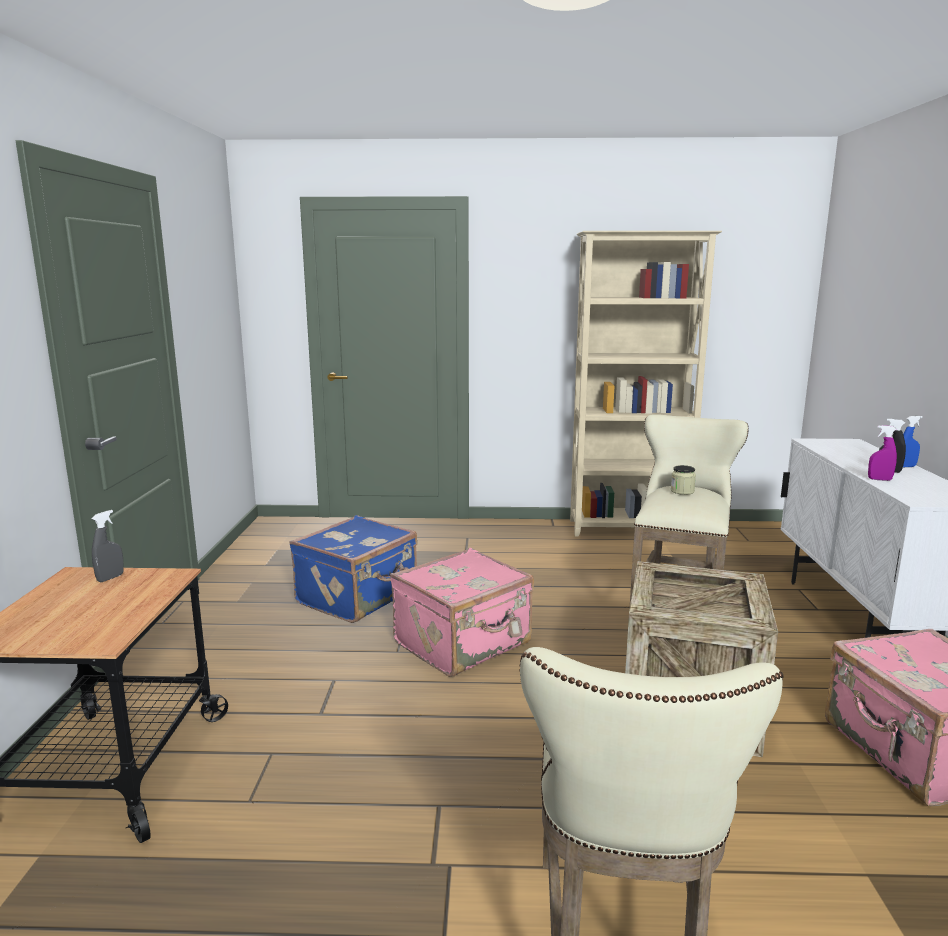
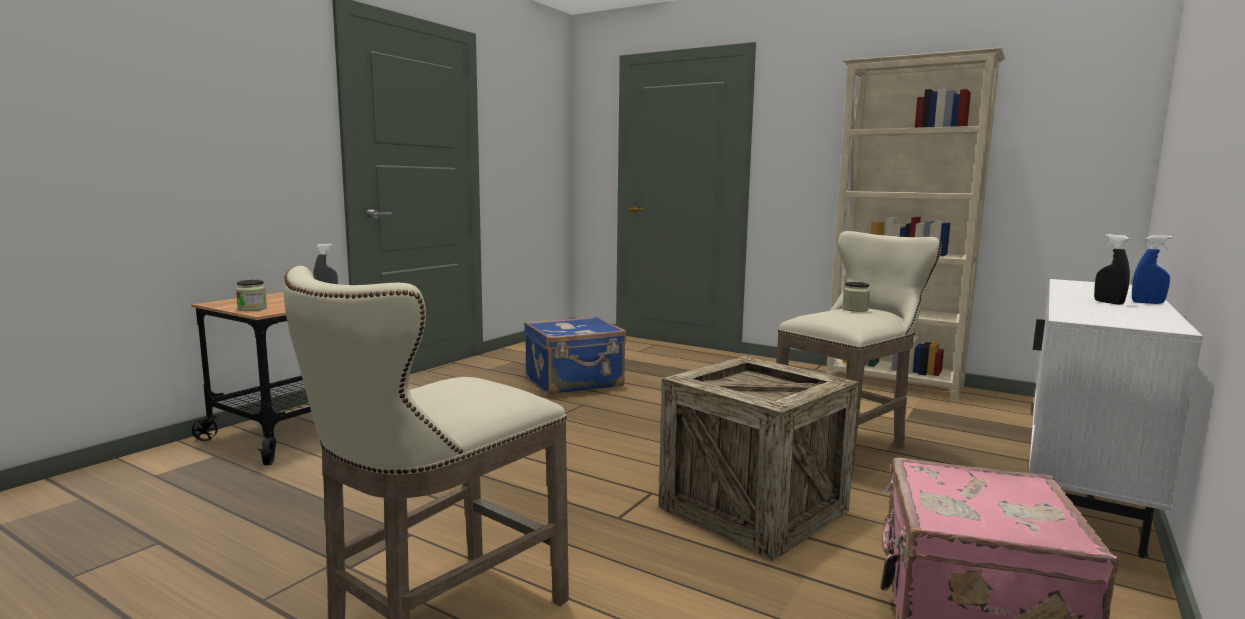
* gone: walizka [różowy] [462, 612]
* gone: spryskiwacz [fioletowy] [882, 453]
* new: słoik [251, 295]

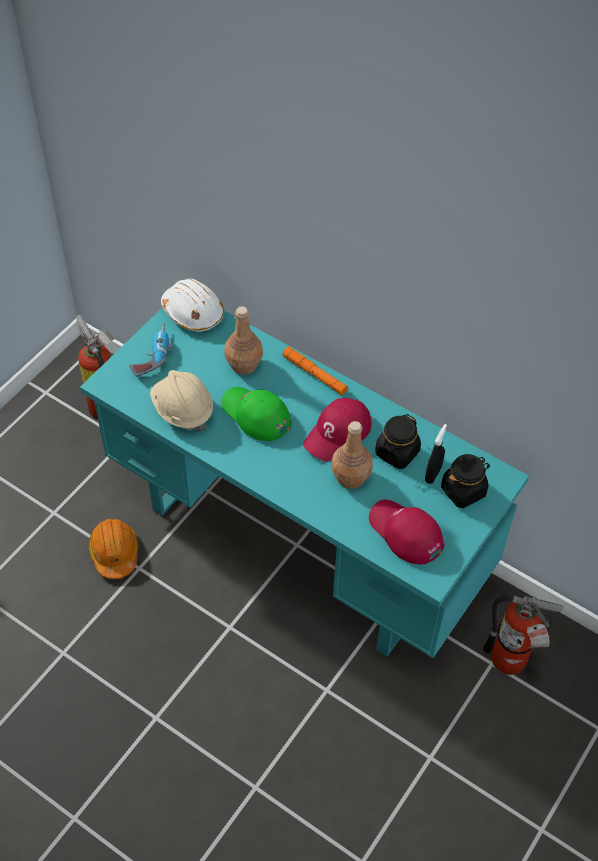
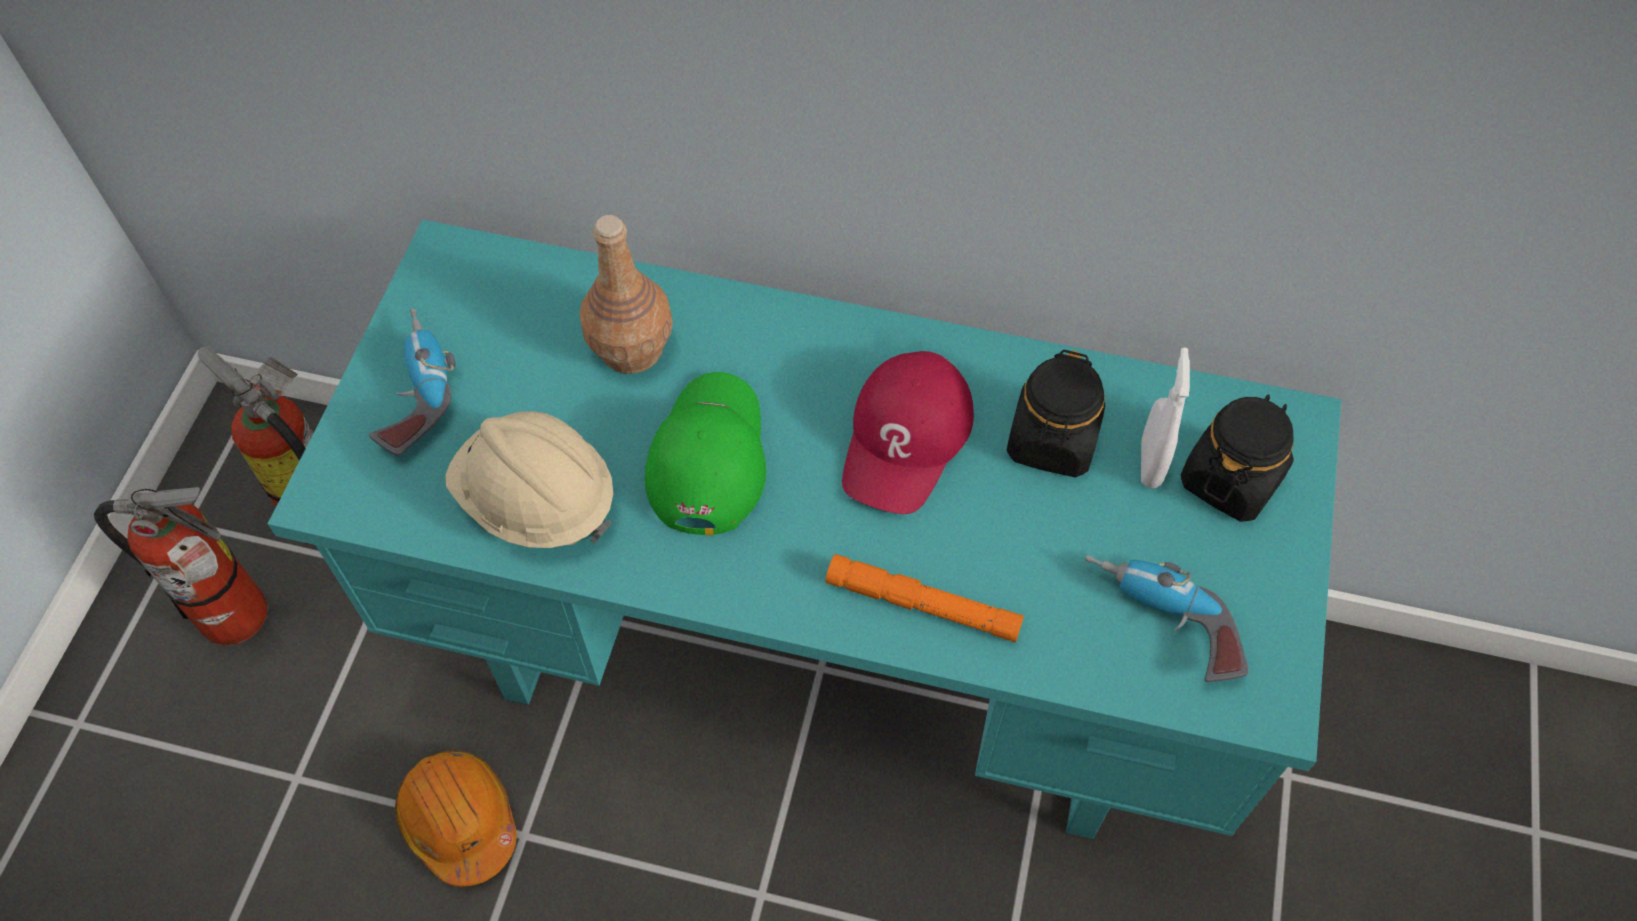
* gone: kask [biały] [192, 305]
* rotated: czapka z daszkiem [zielony] [256, 414] = [705, 453] 75 degrees clockwise
* shifted: latarka [pomarańczowy] [315, 370] to [925, 598]
* gone: butelka [brązowy] [352, 455]
* swapped: czapka z daszkiem [czerwony] [406, 532] to wiertarka [1167, 618]
* repainted: spryskiwacz [czarny] [436, 454] to spryskiwacz [biały] [1165, 418]
* shifted: gaśnica [523, 635] to [181, 566]

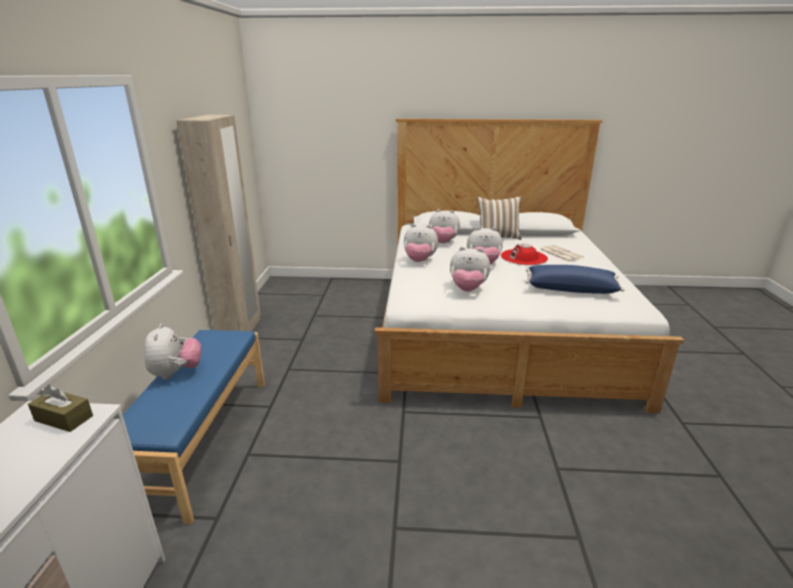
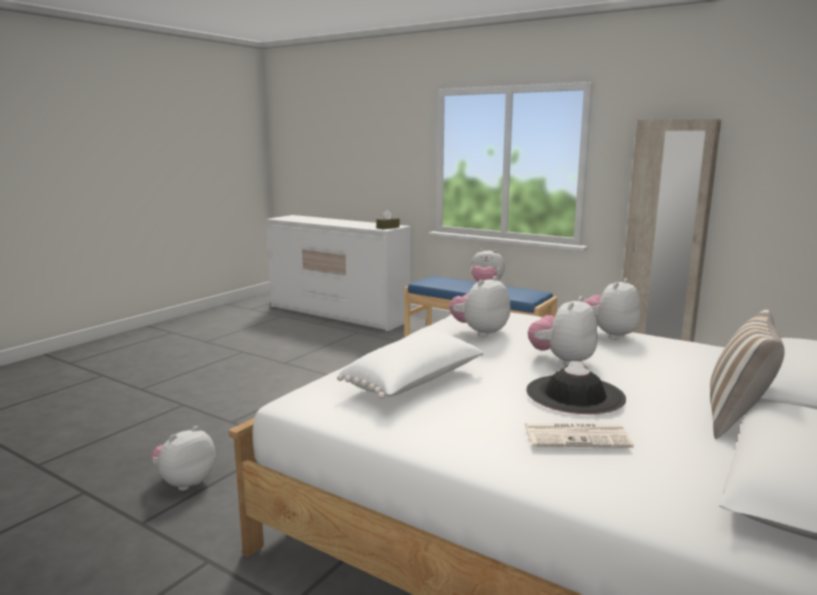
* shifted: pluszak [444, 226] to [183, 458]
* repainted: kapelusz [czerwony] [524, 254] to kapelusz [czarny] [576, 388]
* repainted: poduszka [niebieski] [575, 279] to poduszka [biały] [410, 365]

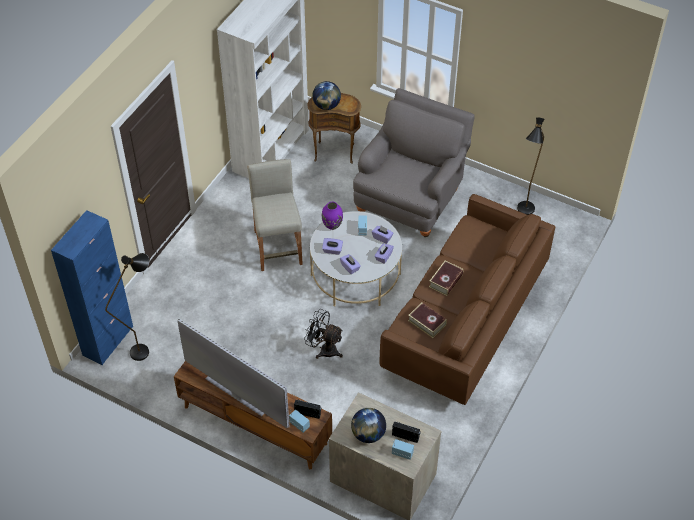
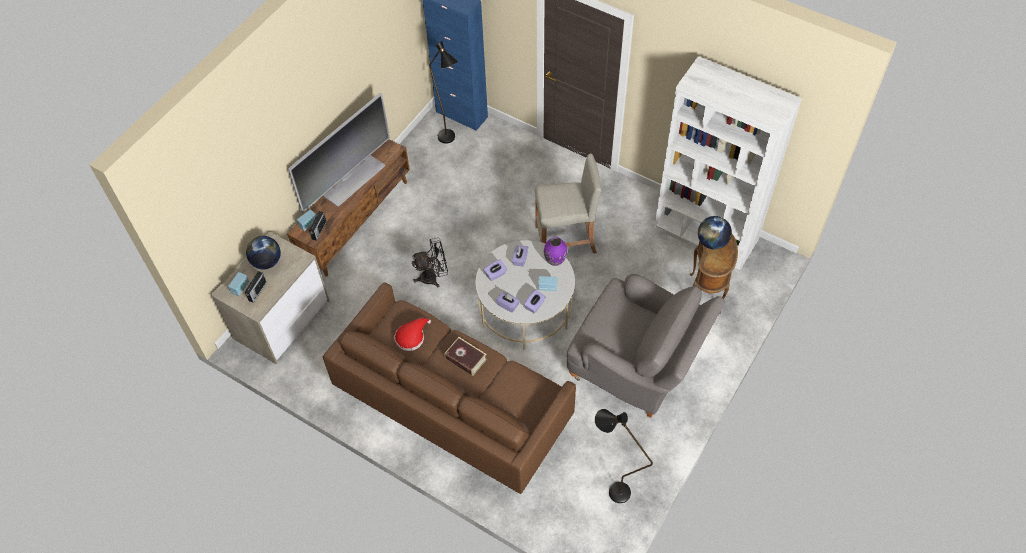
* rotated: wentylator [czarny] [323, 334] = [430, 262] 45 degrees clockwise
* swapped: książka [427, 320] to kapelusz [czerwony] [413, 334]

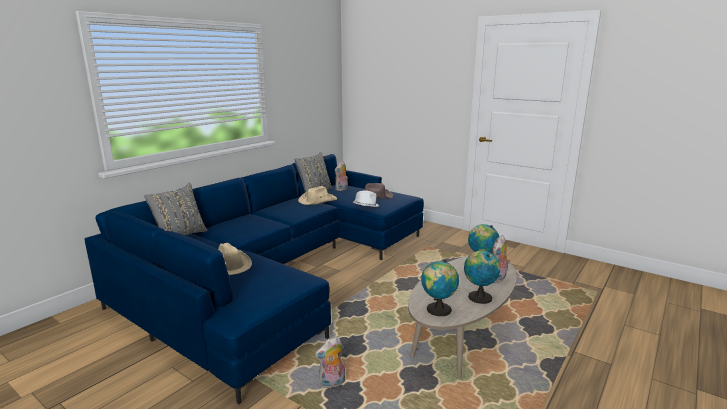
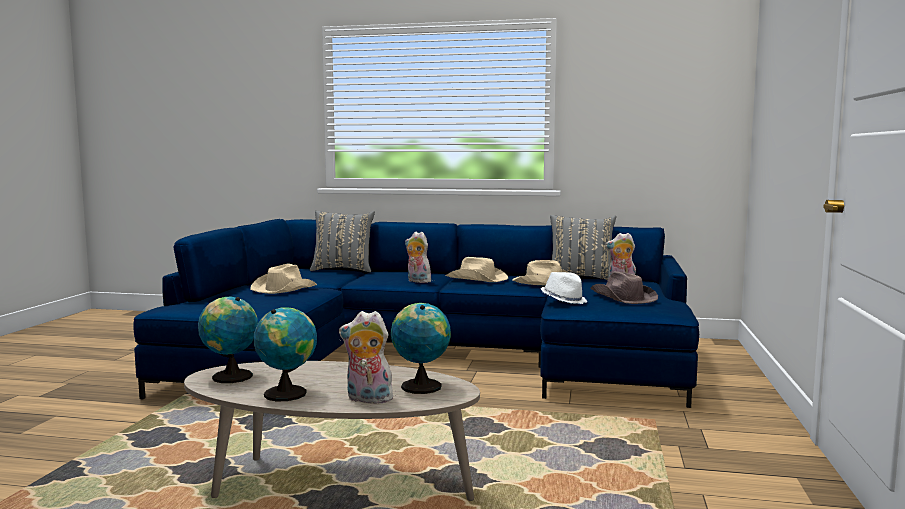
* shifted: pluszak [330, 362] to [418, 257]
* new: kapelusz [beżowy] [476, 269]

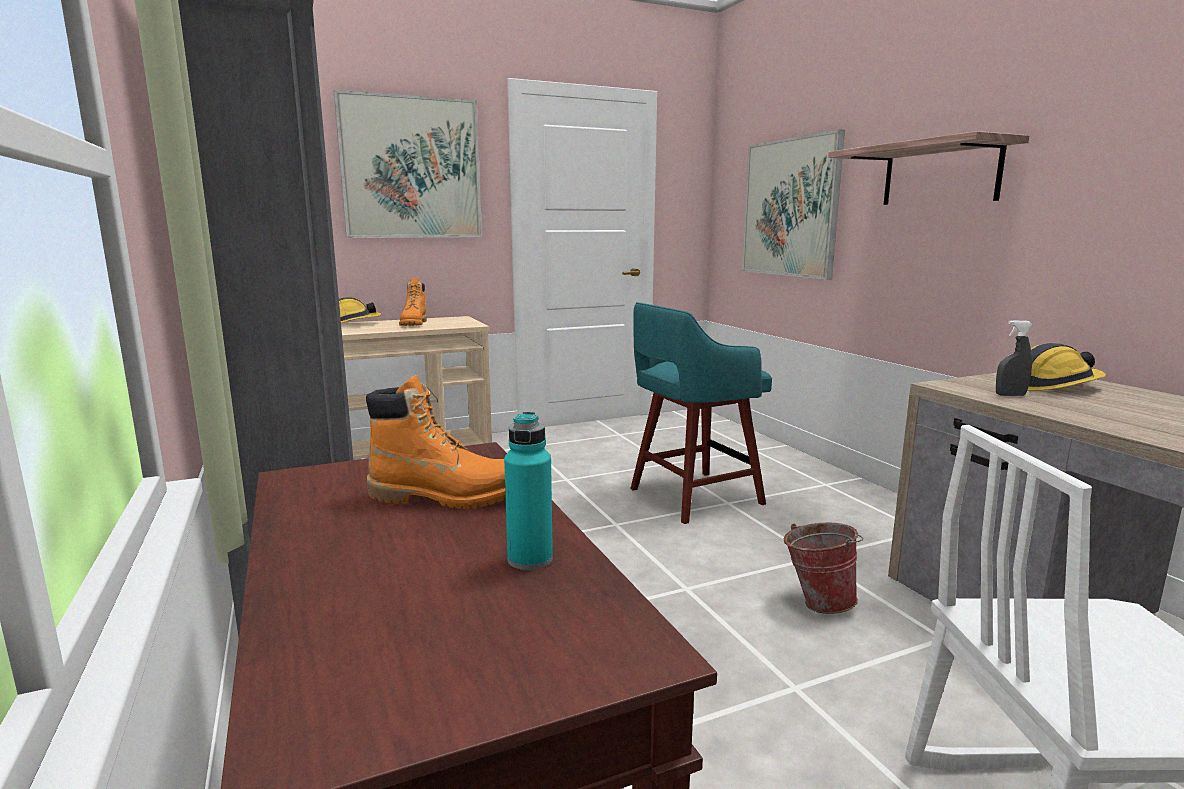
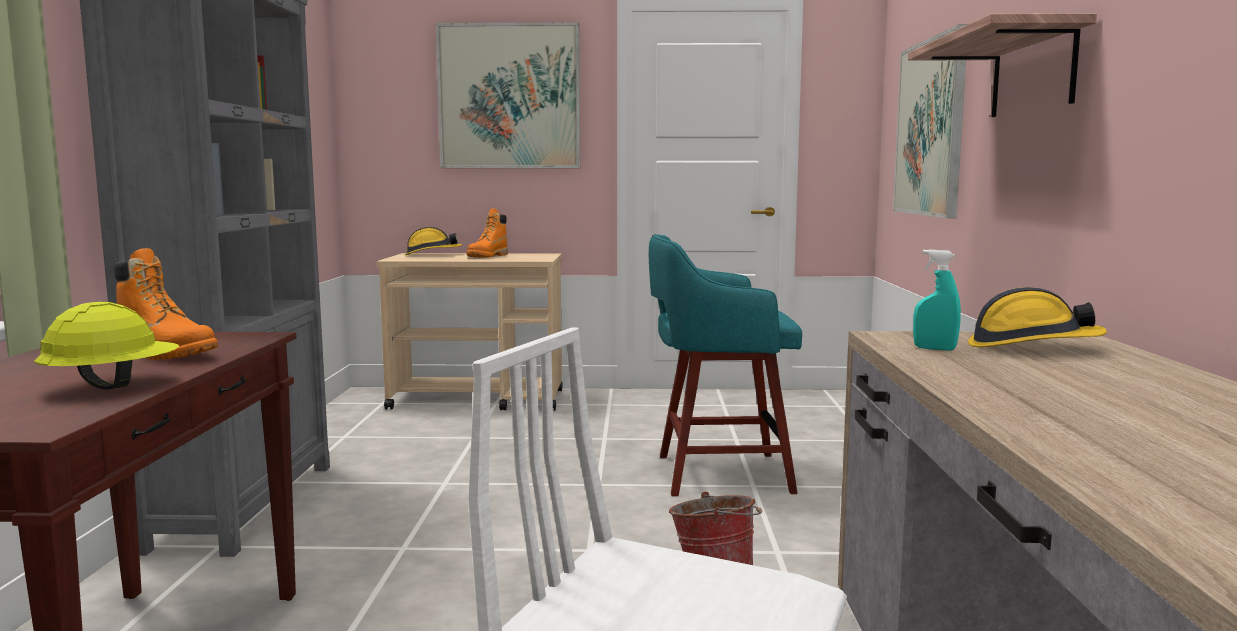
* swapped: butelka [turkusowy] [528, 491] to kask [żółty] [106, 346]
* repainted: spryskiwacz [szary] [1014, 358] to spryskiwacz [turkusowy] [937, 300]

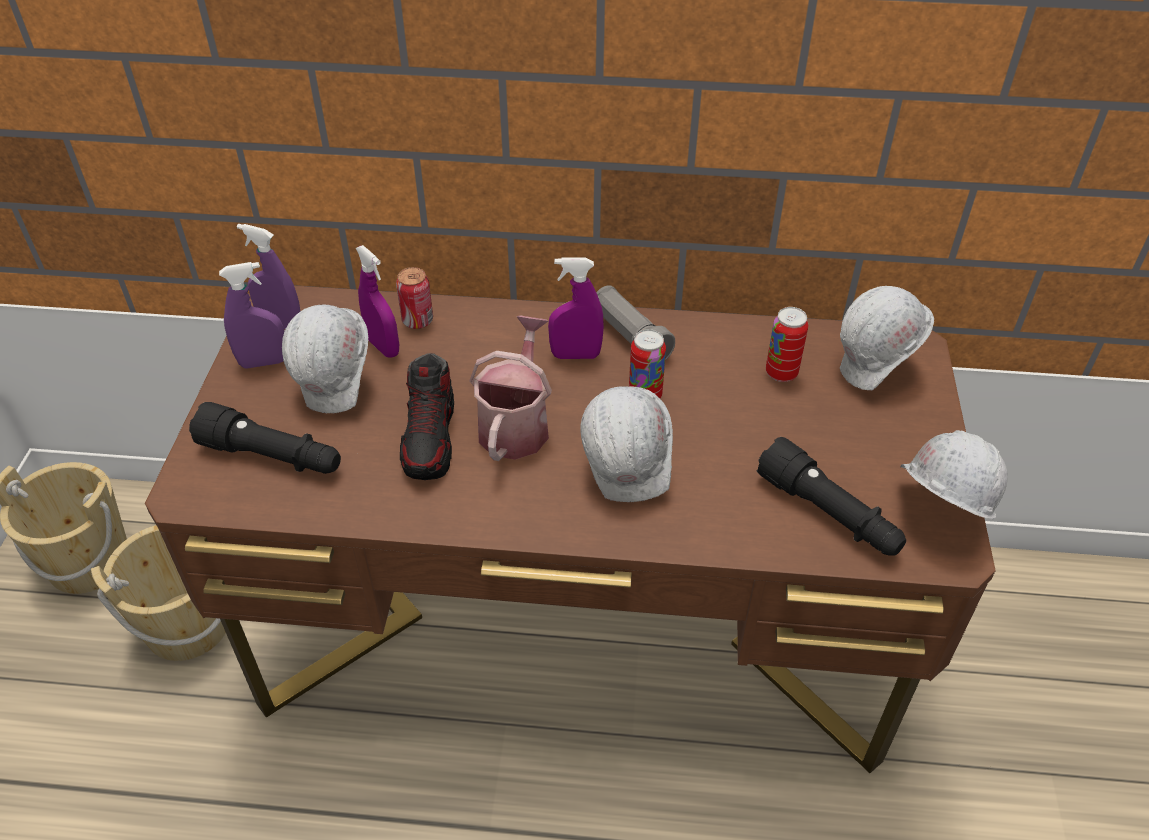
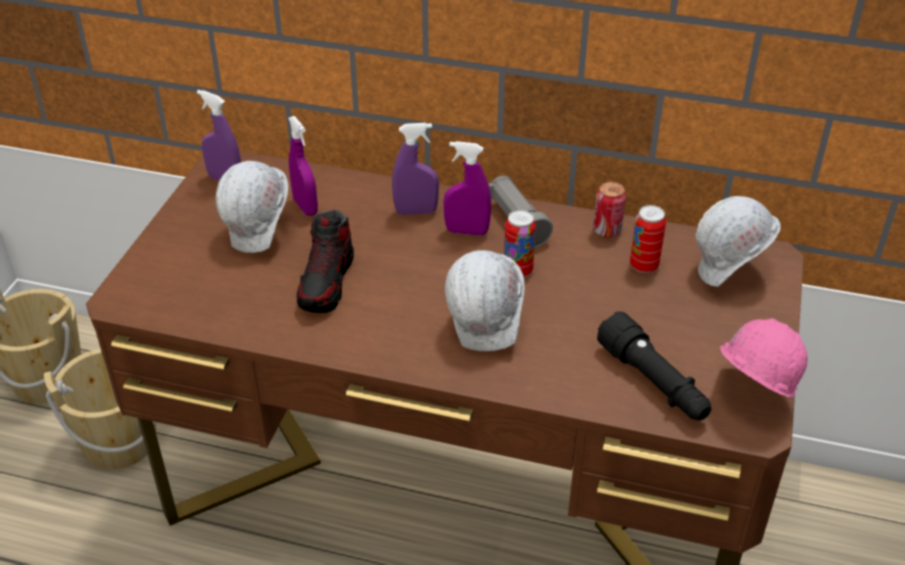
* gone: latarka [czarny] [265, 438]
* shifted: spryskiwacz [fioletowy] [251, 315] to [415, 169]
* shifted: puszka [414, 298] to [609, 210]
* gone: konewka [510, 388]
* repainted: kask [biały] [954, 475] to kask [różowy] [764, 358]

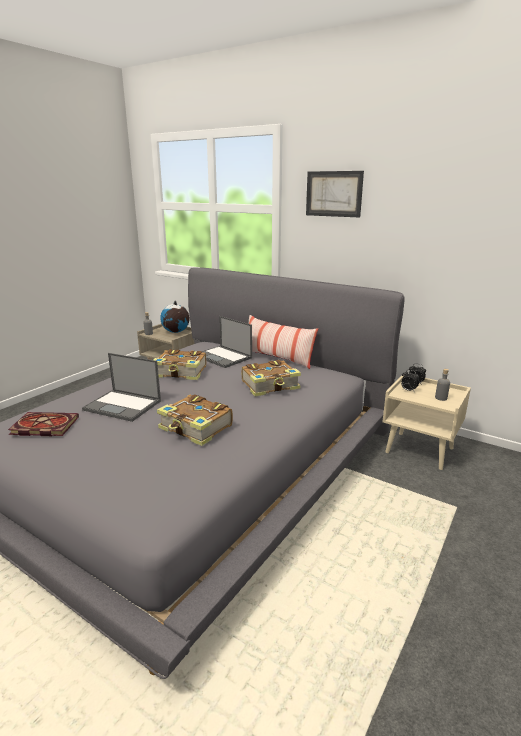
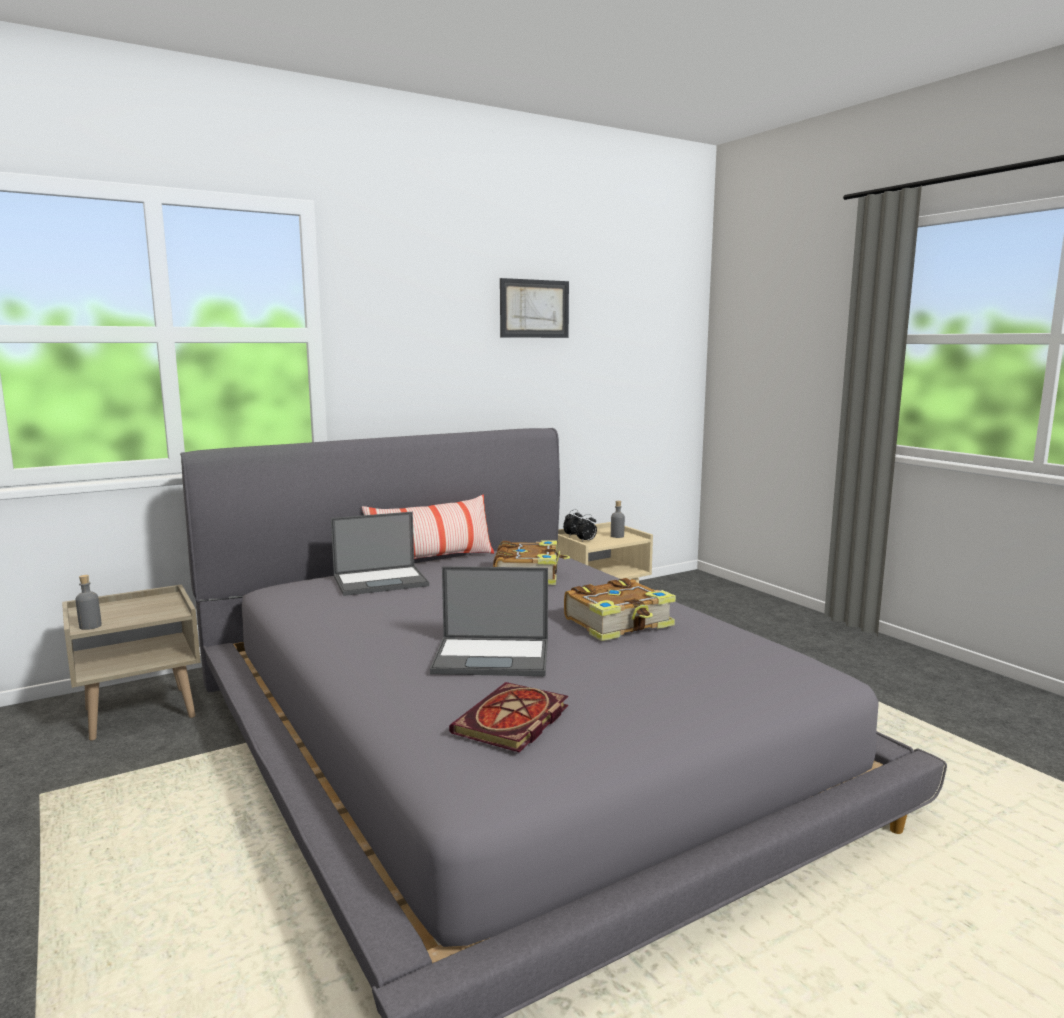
* rotated: laptop [121, 387] = [489, 621] 45 degrees clockwise
* gone: książka [180, 364]
* gone: globus [175, 317]
* shifted: obraz [335, 194] to [534, 308]

